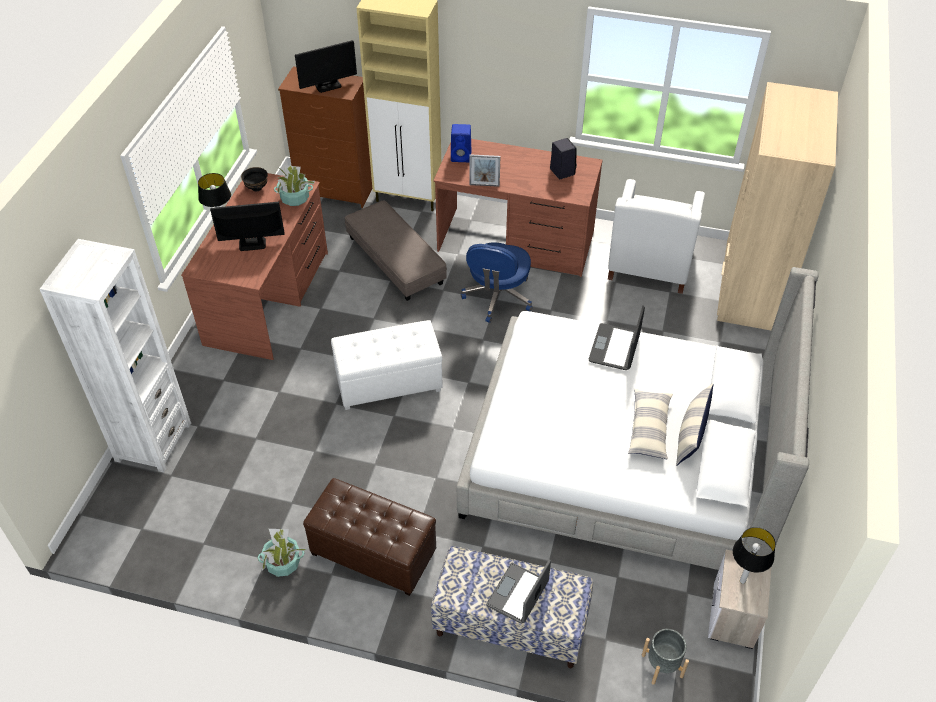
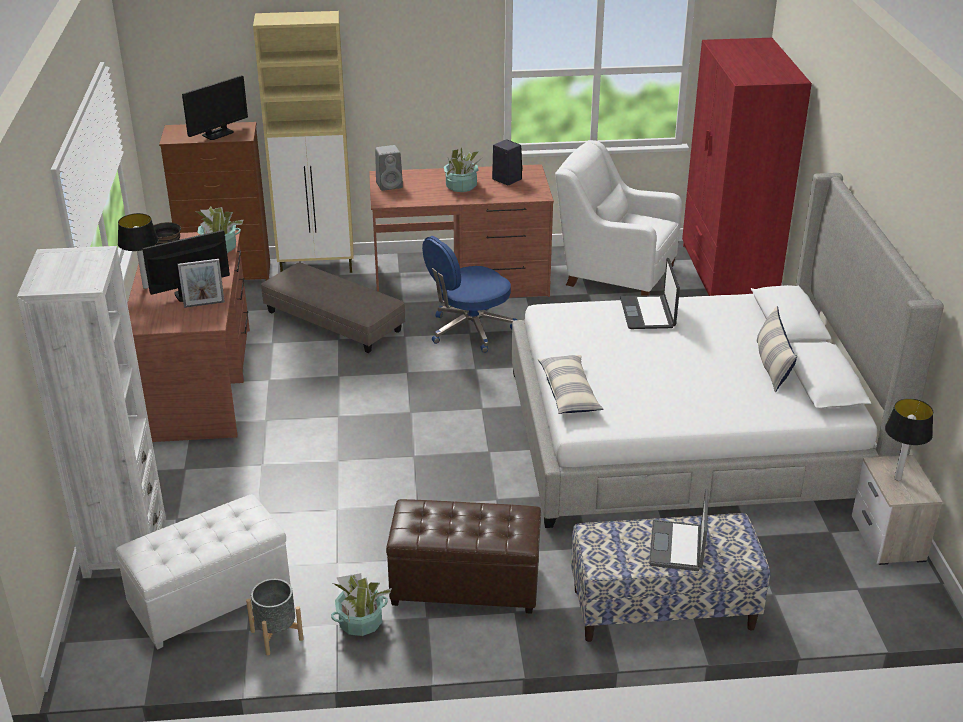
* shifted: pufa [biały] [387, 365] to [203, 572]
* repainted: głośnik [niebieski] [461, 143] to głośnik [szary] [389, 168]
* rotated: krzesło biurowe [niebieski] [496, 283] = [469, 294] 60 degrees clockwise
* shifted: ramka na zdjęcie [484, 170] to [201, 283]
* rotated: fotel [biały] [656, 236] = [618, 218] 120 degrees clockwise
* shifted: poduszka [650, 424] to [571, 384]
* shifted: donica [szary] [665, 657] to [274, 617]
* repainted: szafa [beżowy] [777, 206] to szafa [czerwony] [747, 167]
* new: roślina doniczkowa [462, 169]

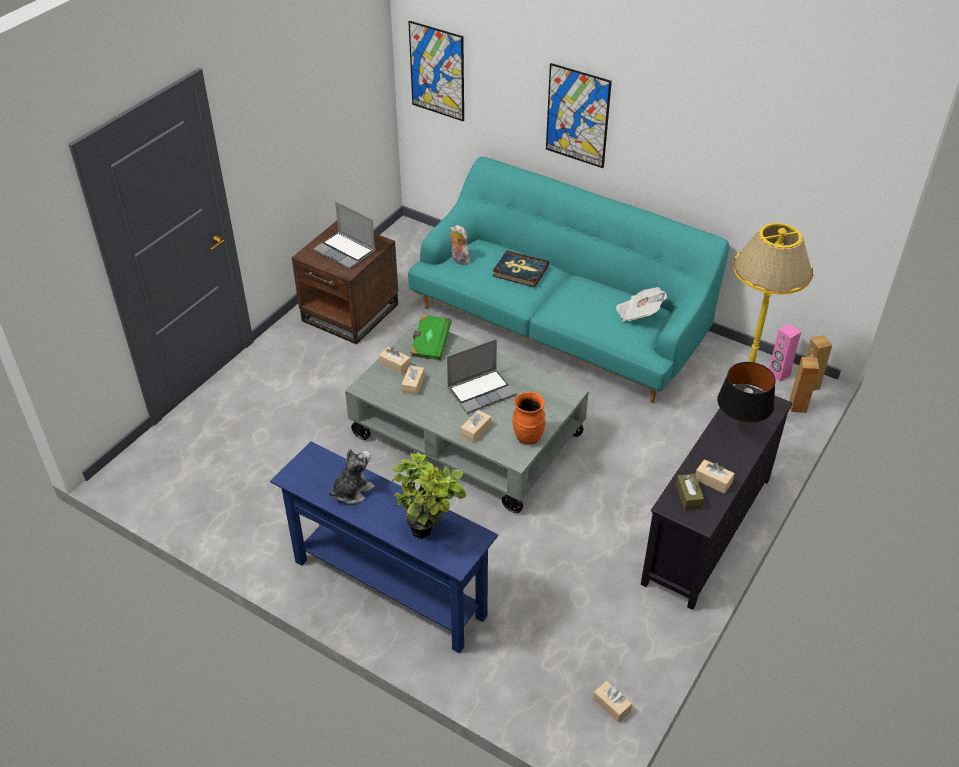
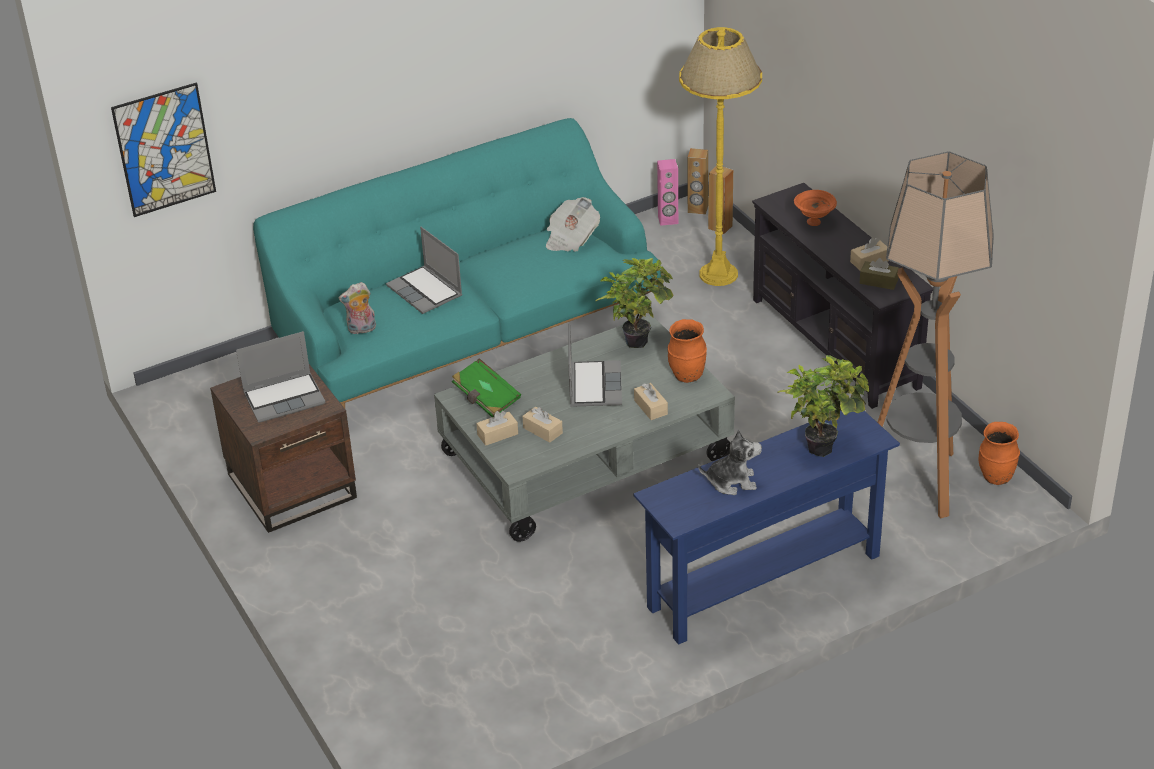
* rotated: pluszak [351, 476] = [730, 462] 105 degrees clockwise
* swapped: książka [521, 268] to laptop [424, 270]
* gone: obraz [579, 115]
* swapped: pudełko chusteczek [beżowy] [612, 702] to wazon [pomarańczowy] [999, 453]
* swapped: lampa stołowa [czarny] [746, 395] to miska [pomarańczowy] [815, 208]
* new: roślina doniczkowa [635, 303]
* new: lampa stojąca [935, 335]

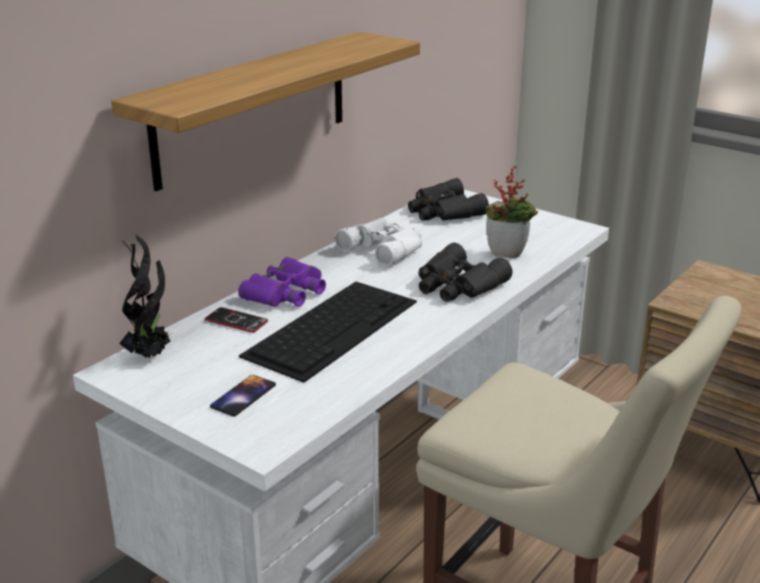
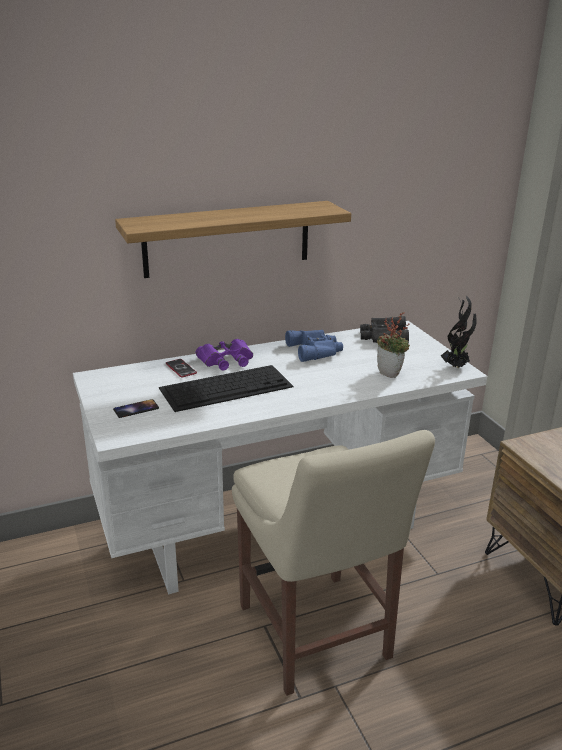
* shifted: roślina doniczkowa [145, 296] to [459, 331]
* repainted: lornetka [biały] [378, 242] to lornetka [niebieski] [314, 346]
* gone: lornetka [czarny] [465, 272]

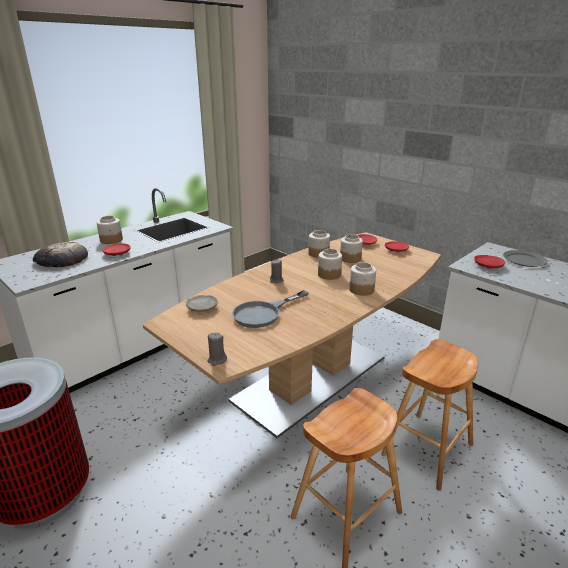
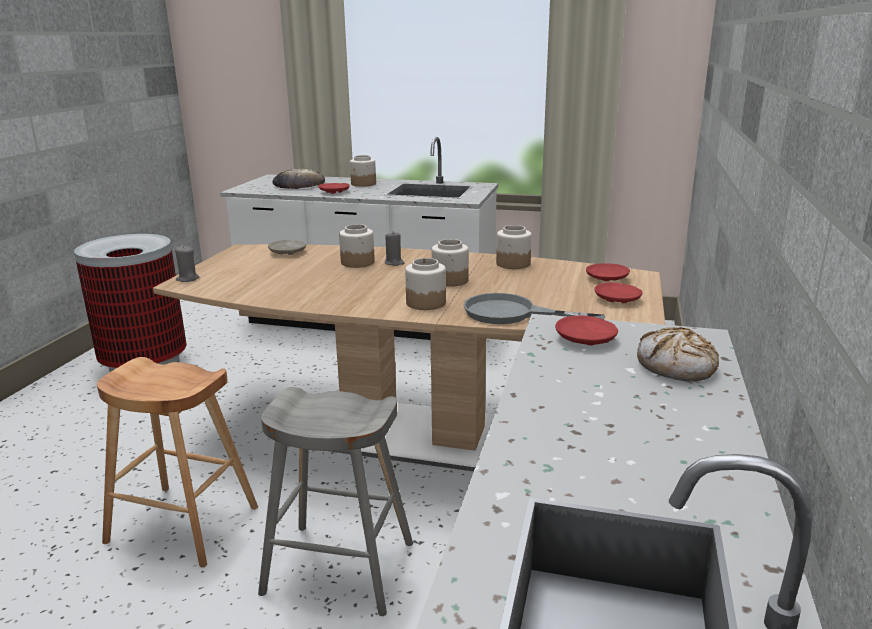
* shifted: patelnia [szary] [270, 309] to [534, 308]
* shifted: słoik [351, 248] to [357, 246]
* repainted: stołek [brązowy] [429, 415] to stołek [szary] [335, 501]
* swapped: talerz [szary] [525, 258] to chleb [678, 354]

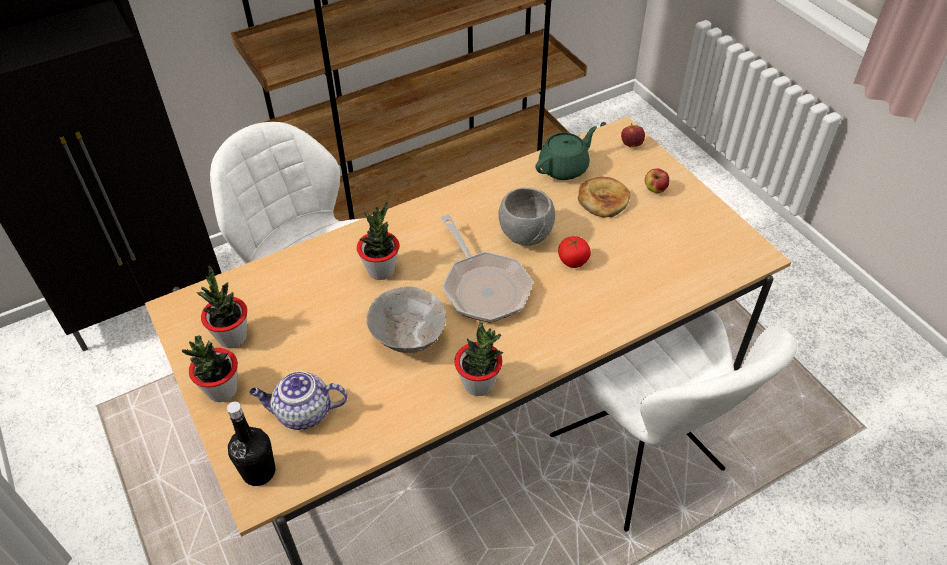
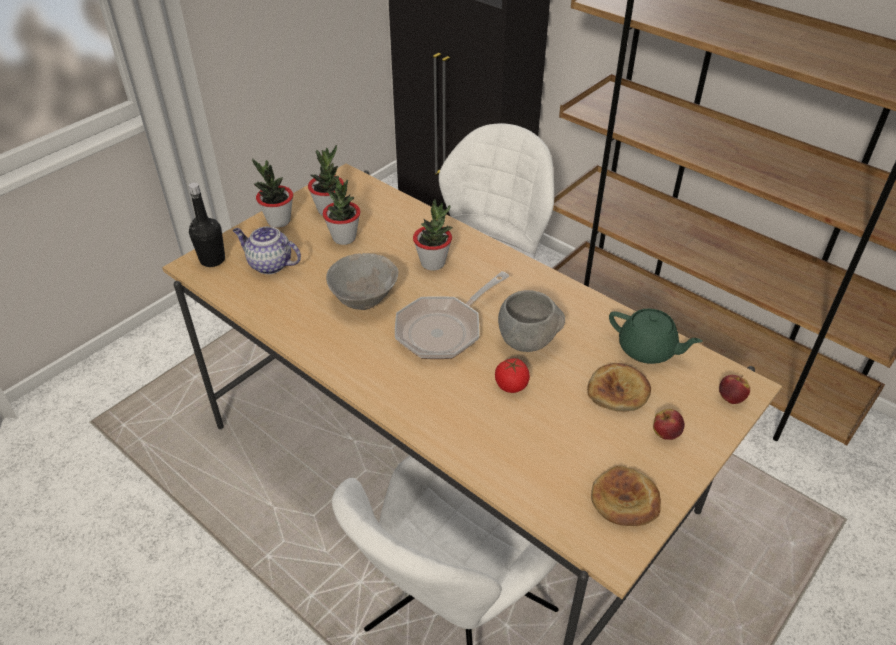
* rotated: imbryk [298, 400] = [267, 250] 45 degrees counterclockwise
* shifted: roślina doniczkowa [478, 359] to [341, 211]
* new: chleb [626, 496]

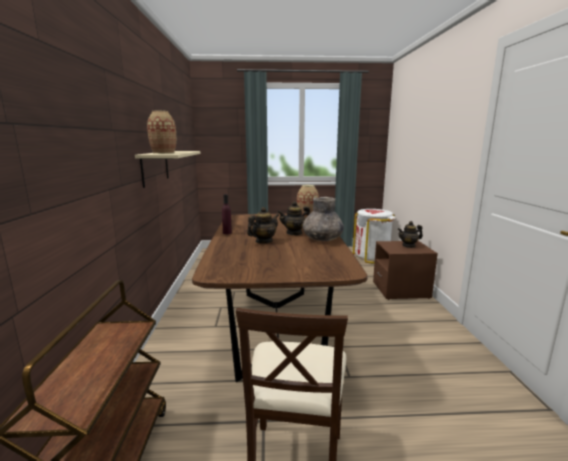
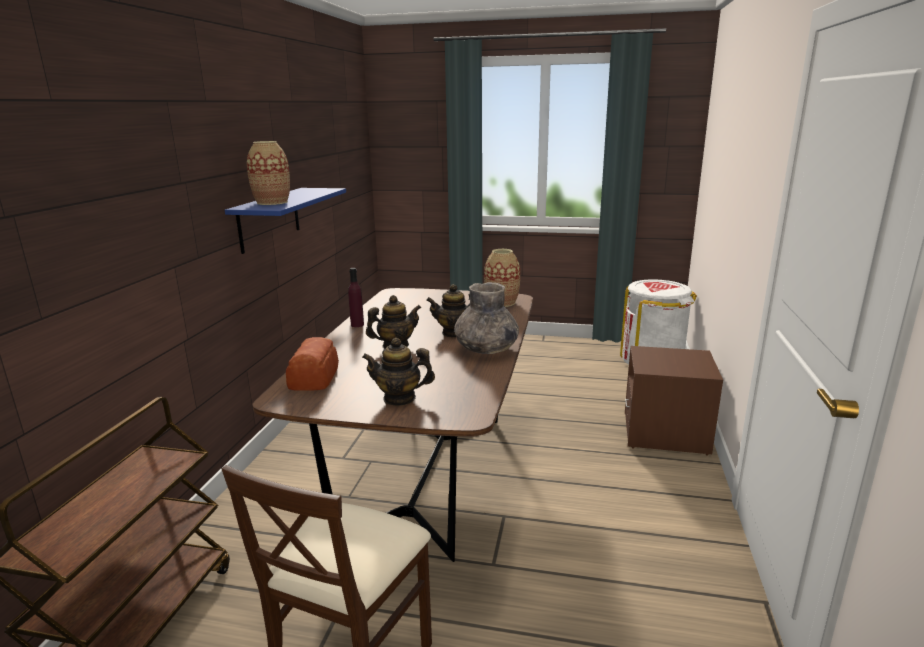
* repainted: półka [beżowy] [168, 169] to półka [niebieski] [285, 221]
* shifted: imbryk [410, 234] to [398, 372]
* new: chleb [312, 364]

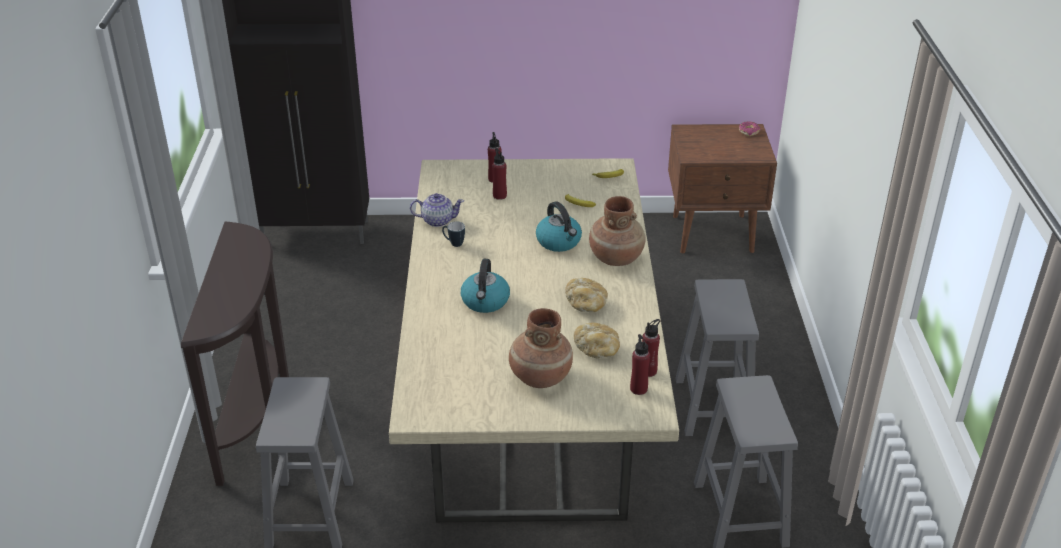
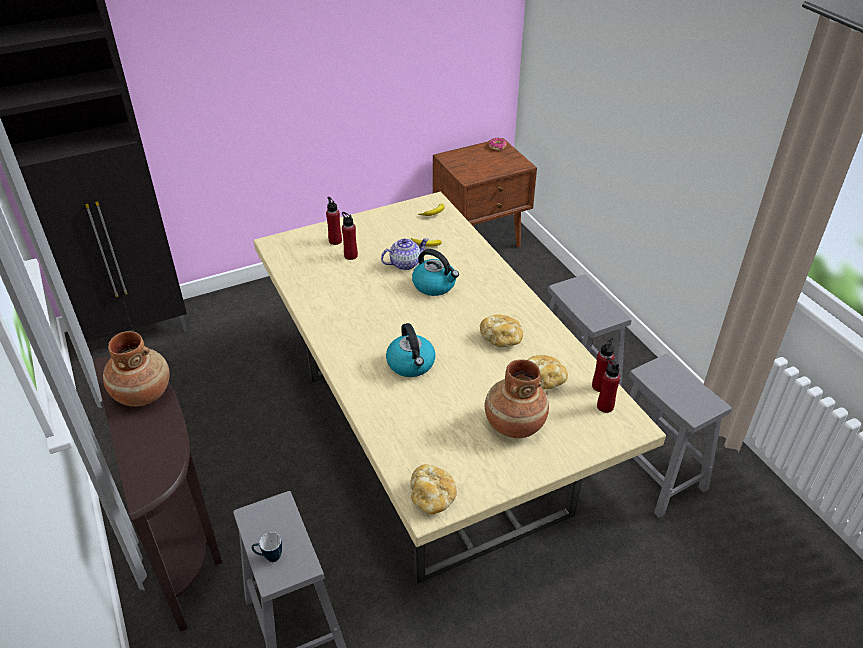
* shifted: imbryk [437, 210] to [405, 254]
* shifted: kubek [453, 234] to [267, 547]
* shifted: wazon [brązowy] [617, 231] to [136, 369]
* new: chleb [433, 489]

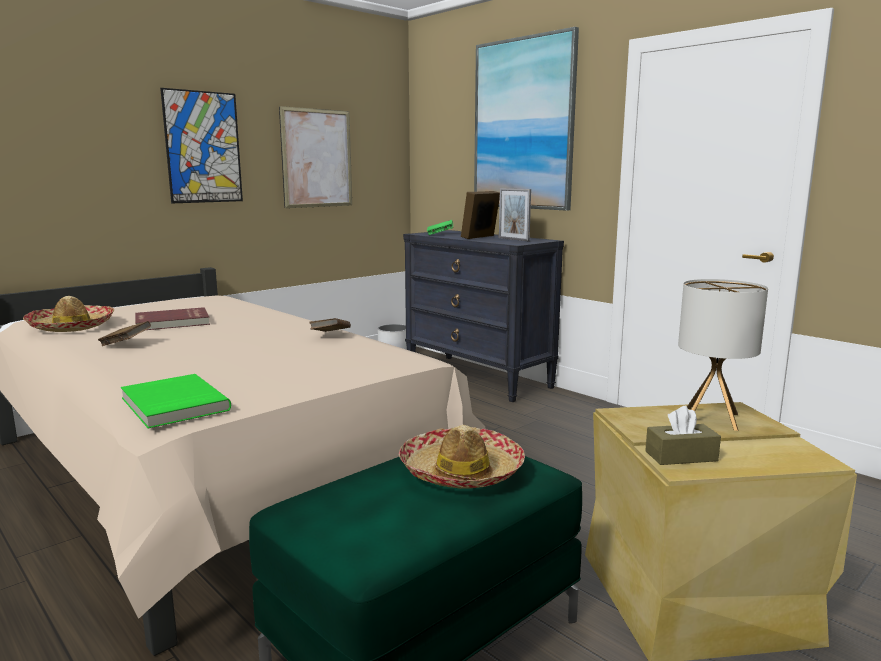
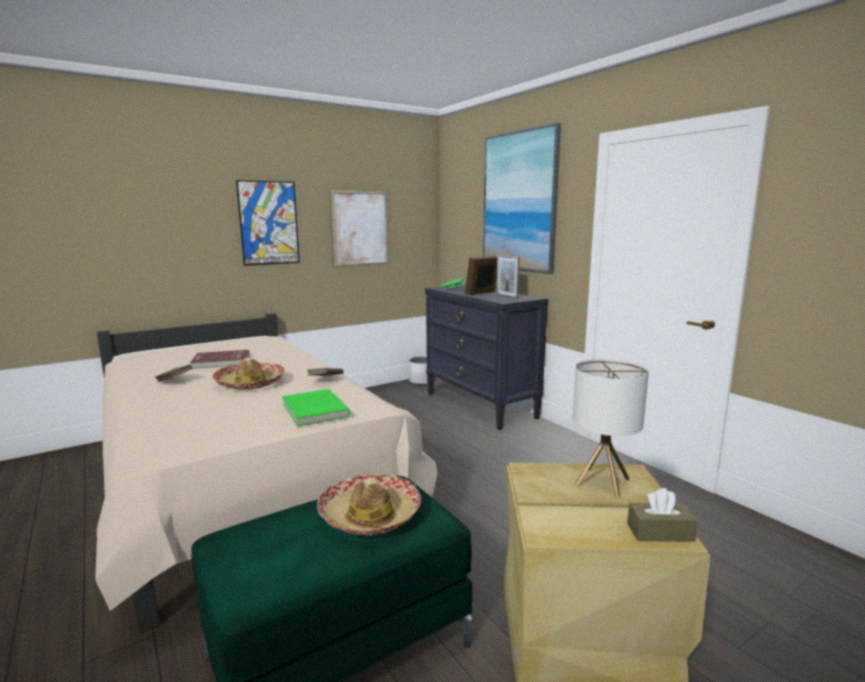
* shifted: kapelusz [68, 314] to [249, 373]
* shifted: książka [zielony] [176, 401] to [316, 407]
* shifted: pudełko chusteczek [brązowy] [683, 435] to [662, 515]

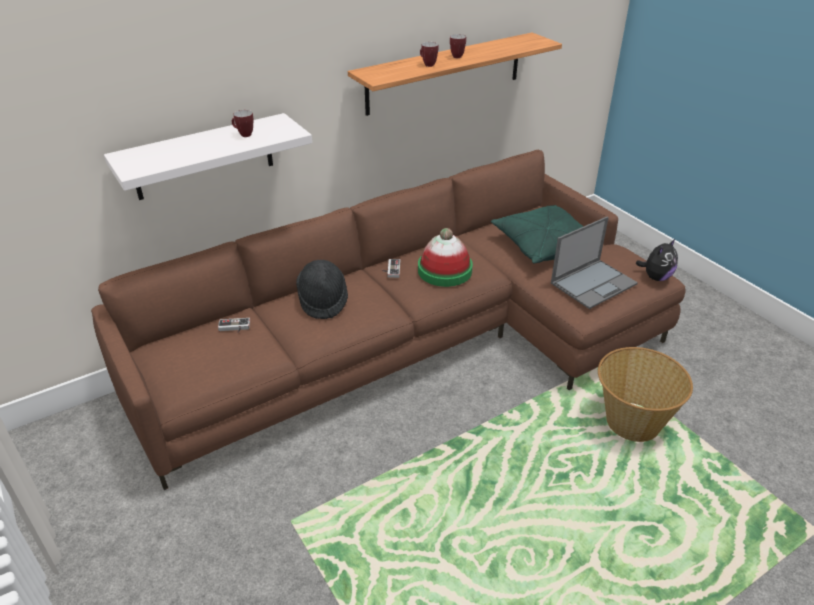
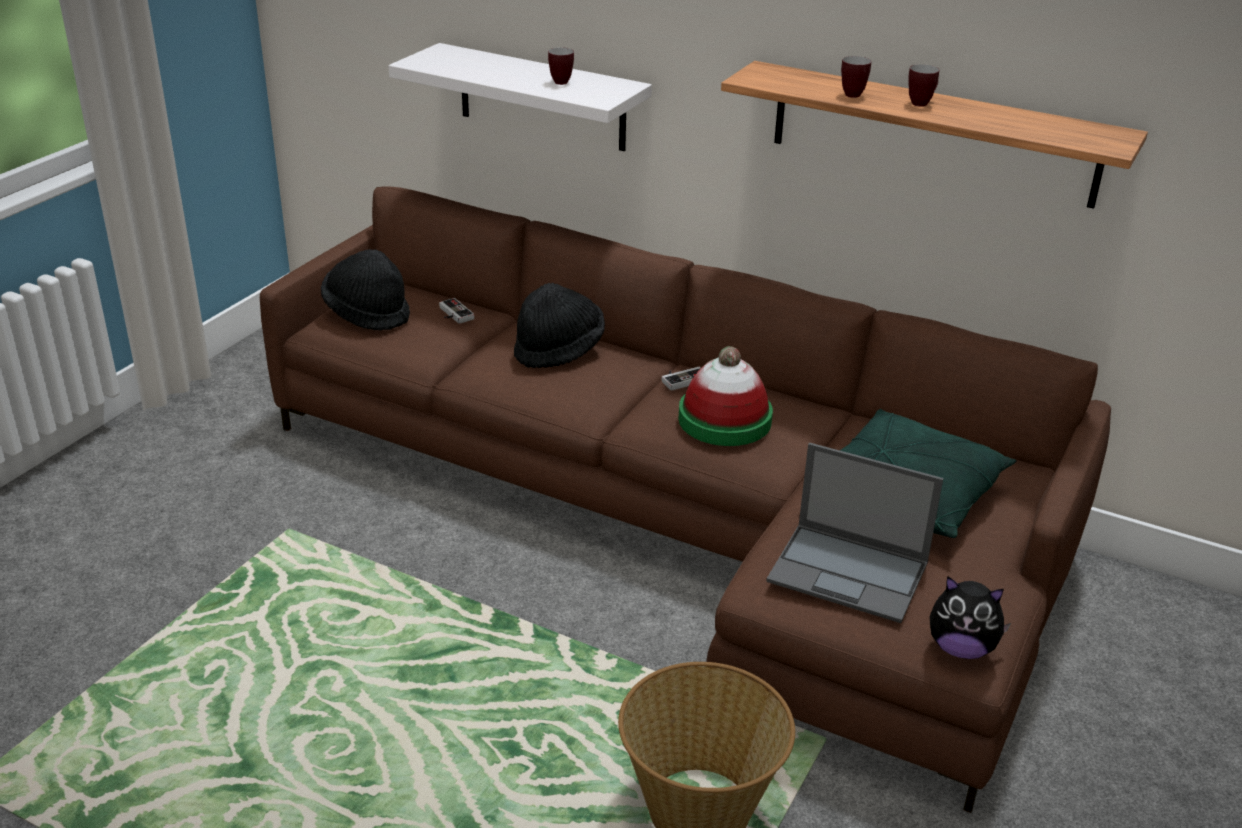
* new: kapelusz [czarny] [365, 290]

